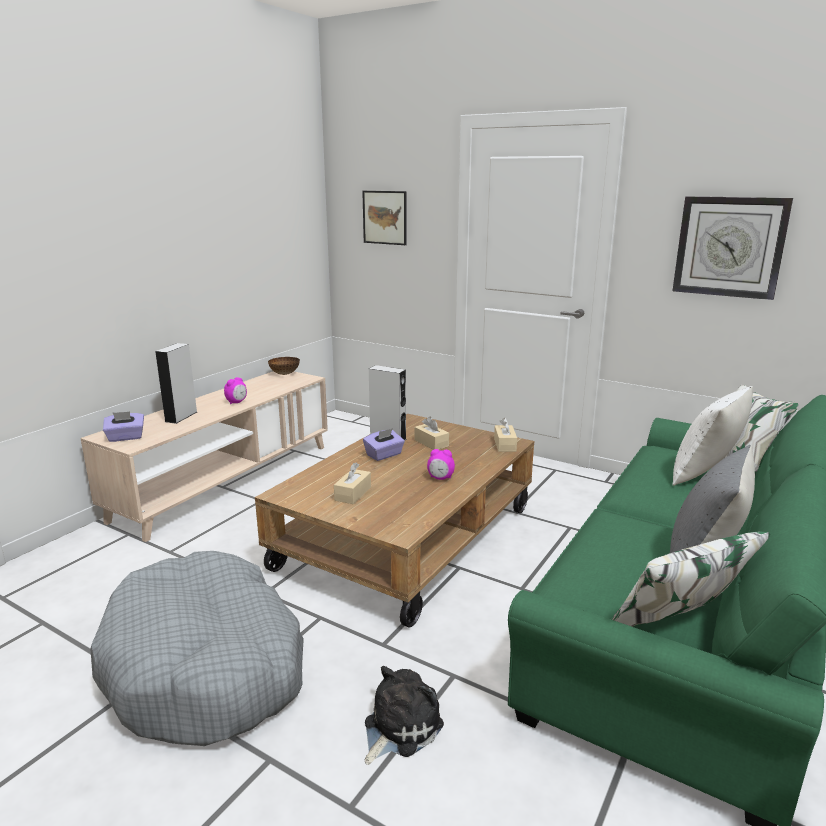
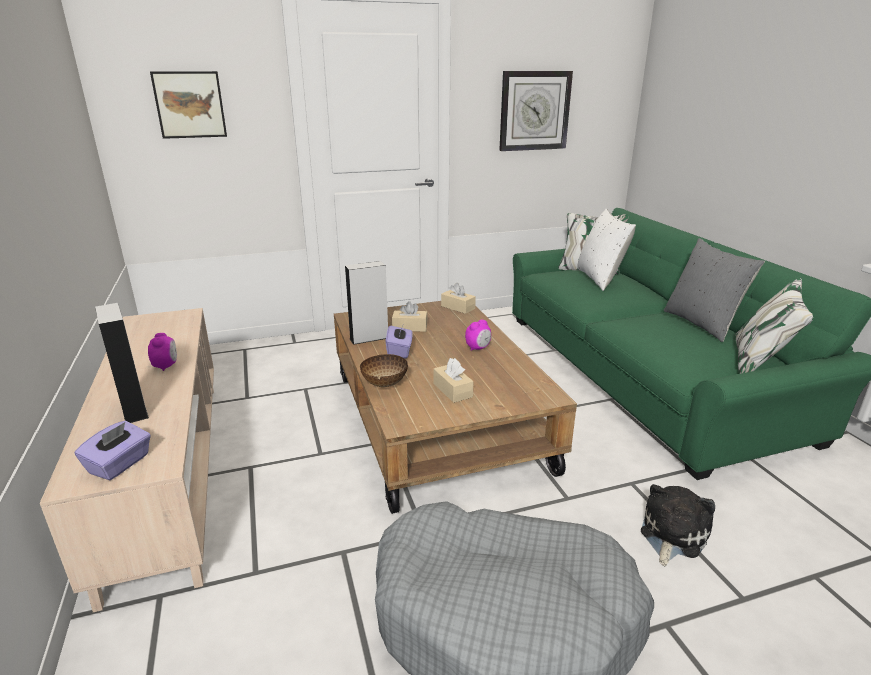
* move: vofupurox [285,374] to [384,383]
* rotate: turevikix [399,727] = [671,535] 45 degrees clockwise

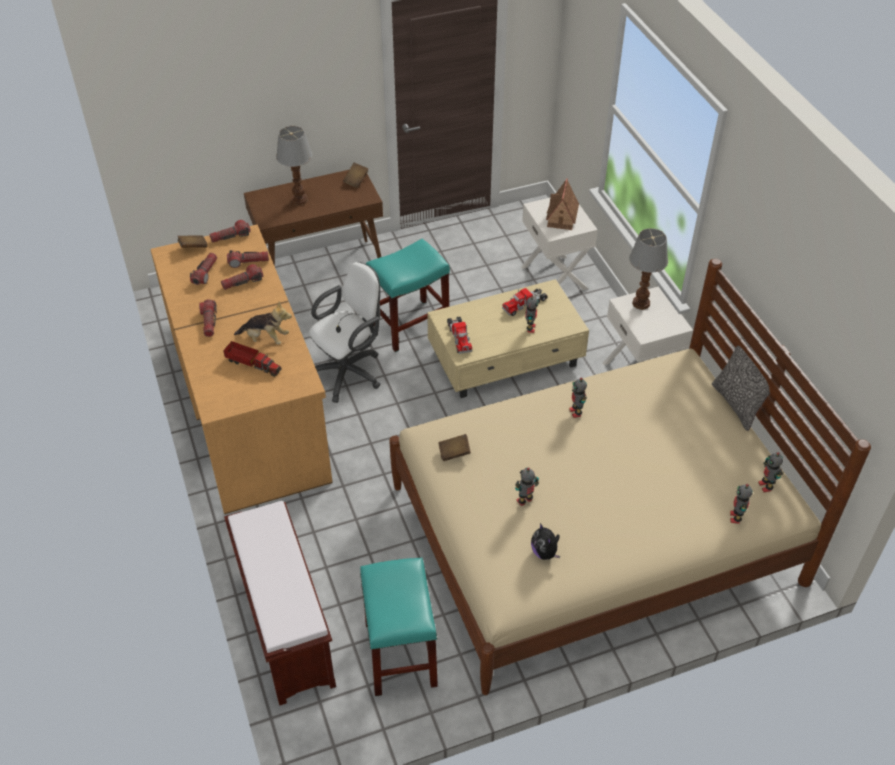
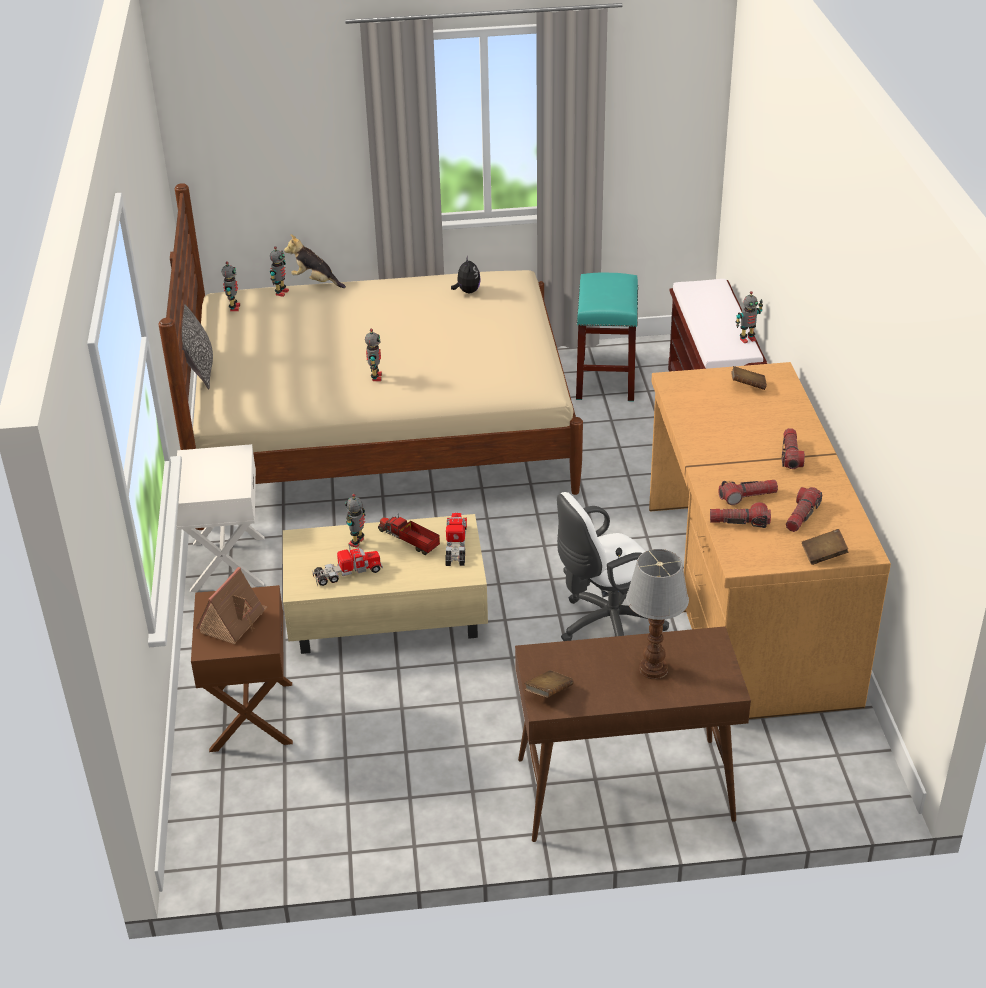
* delete: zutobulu [230,237]
* move: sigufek [252,364] to [409,541]
* move: turevikix [265,338] to [315,281]
* delete: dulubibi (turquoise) [410,325]
* move: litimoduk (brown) [454,452] to [748,386]
* move: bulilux [525,501] to [747,339]
* recolor: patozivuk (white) [555,277] to patozivuk (brown) [250,716]
* delete: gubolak [640,304]

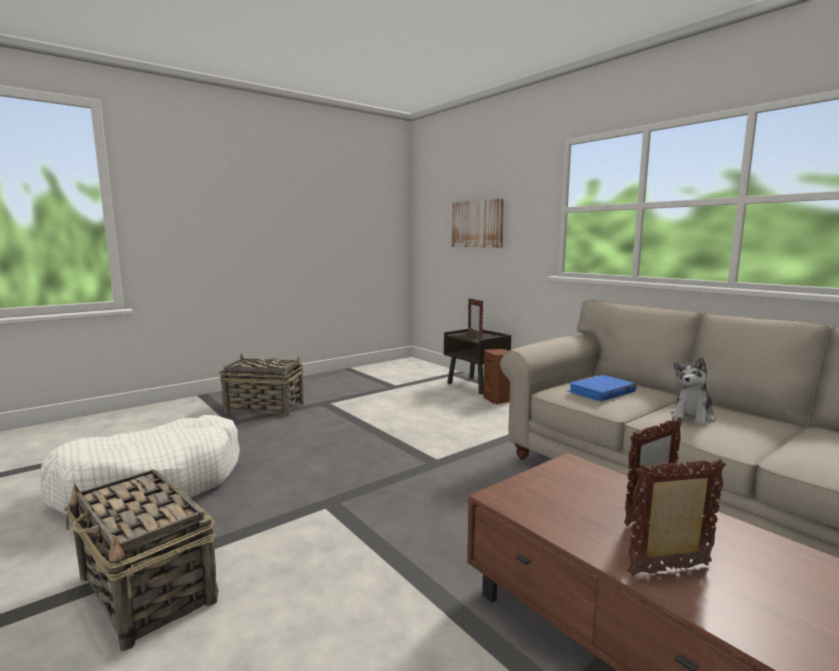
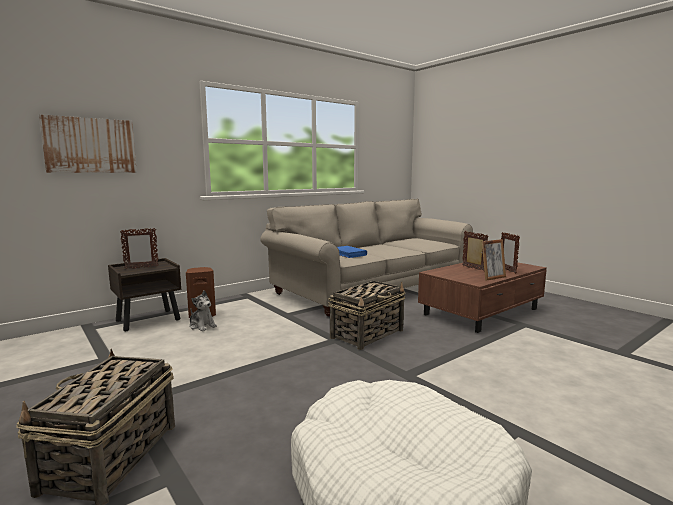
* move: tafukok [148,590] to [368,334]
* move: turevikix [692,417] to [202,326]
* insert: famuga [492,278]

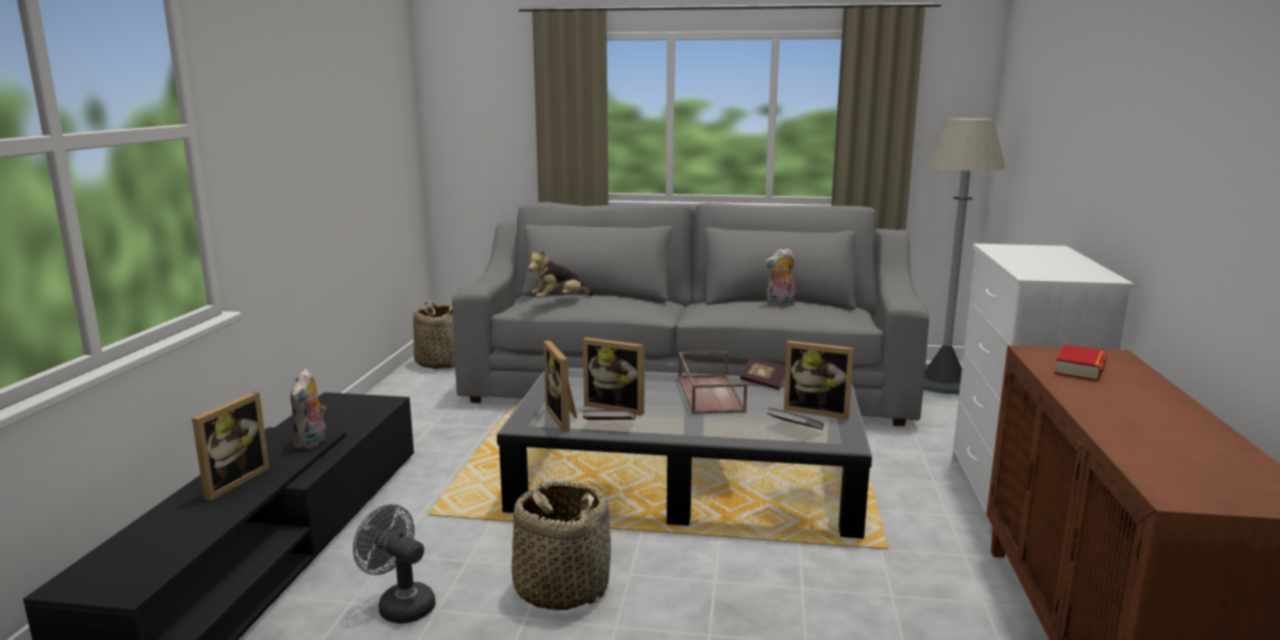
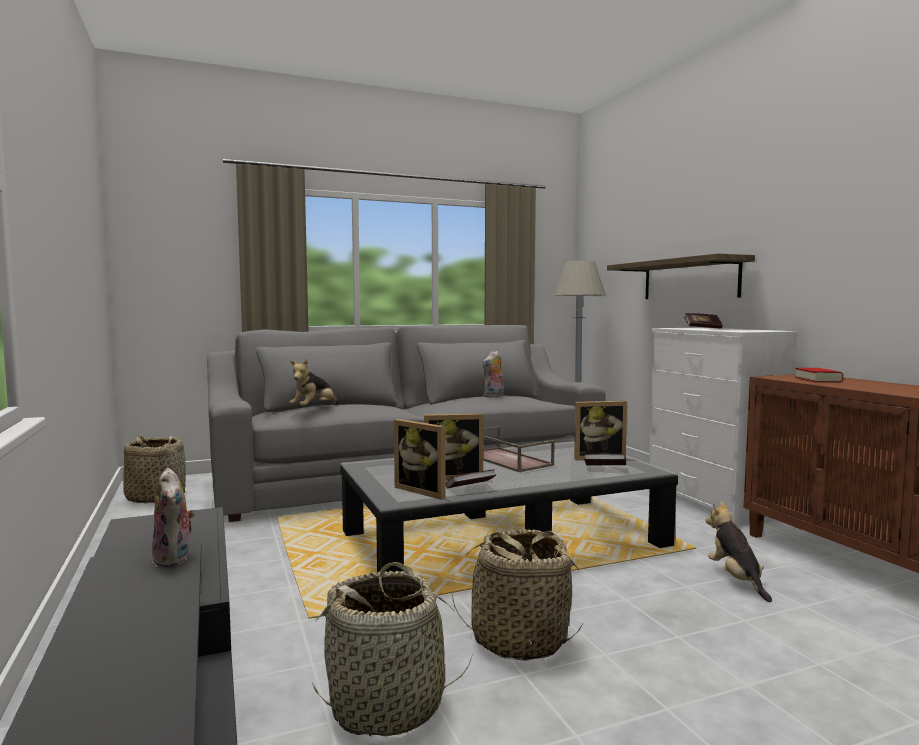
* delete: famuga [231,482]
* replace: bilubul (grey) [400,605] to tafukok [388,705]
* move: litimoduk [764,383] to [702,328]
* insert: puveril [689,279]
* insert: turevikix [736,579]

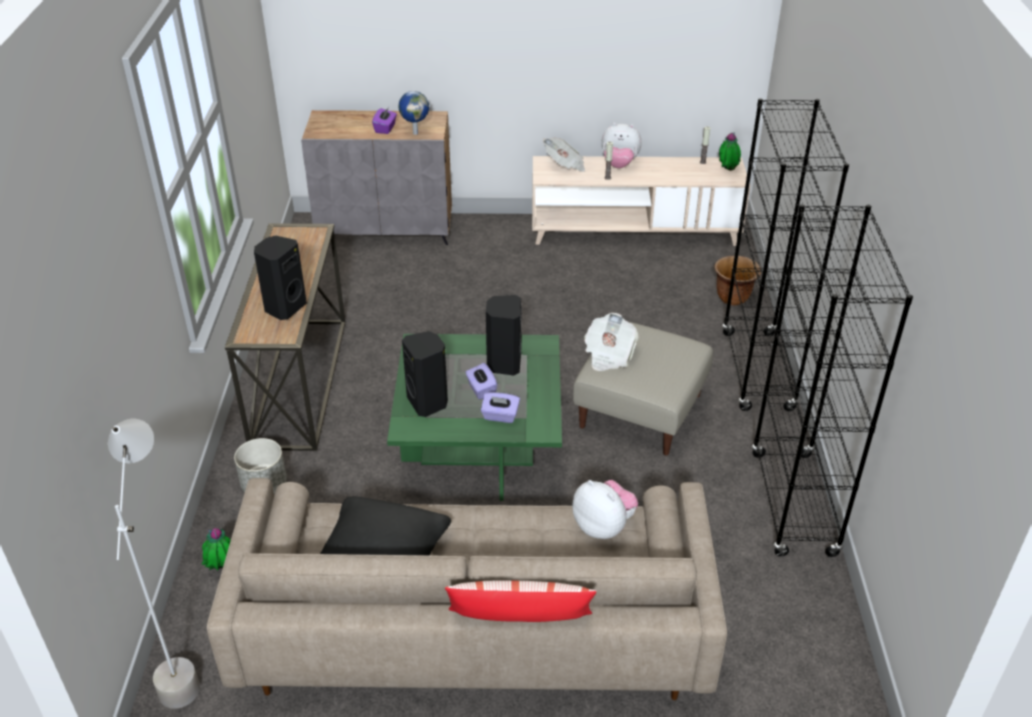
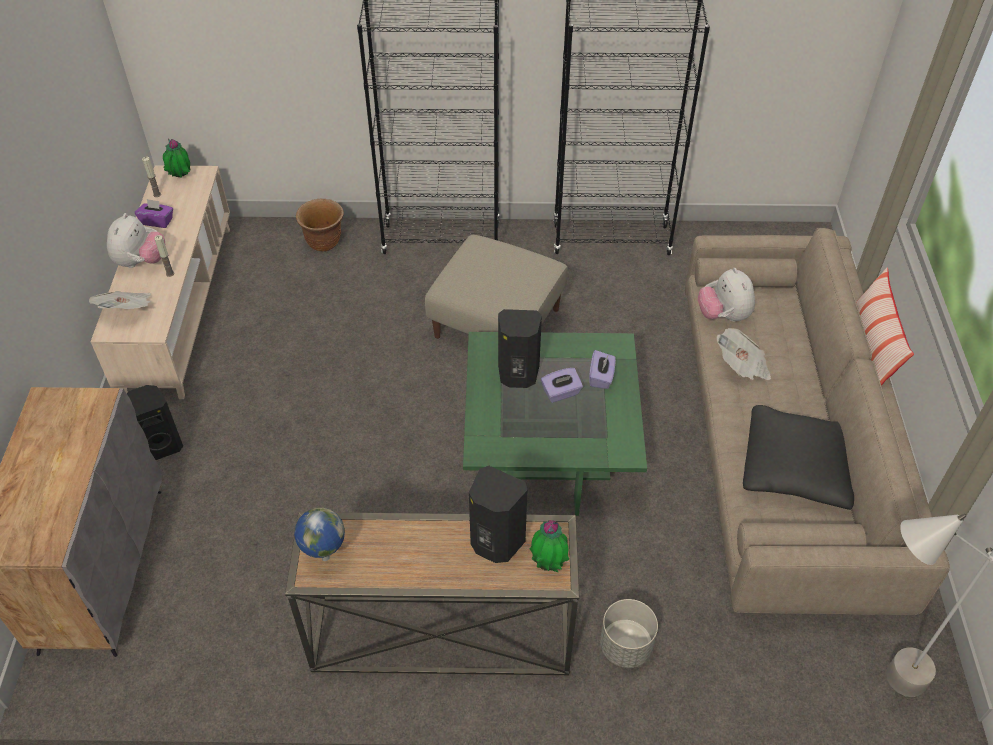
* move: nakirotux [221,568] to [548,564]
* move: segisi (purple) [385,128] to [157,221]
* move: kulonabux [415,133] to [324,557]
* move: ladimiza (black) [428,402] to [161,445]
* rotate: turevikix [603,526] = [723,316] 60 degrees counterclockwise
* move: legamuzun [608,355] to [742,366]

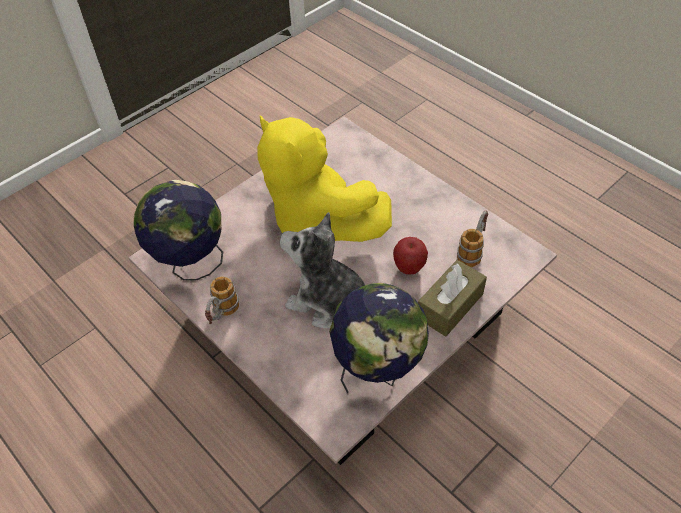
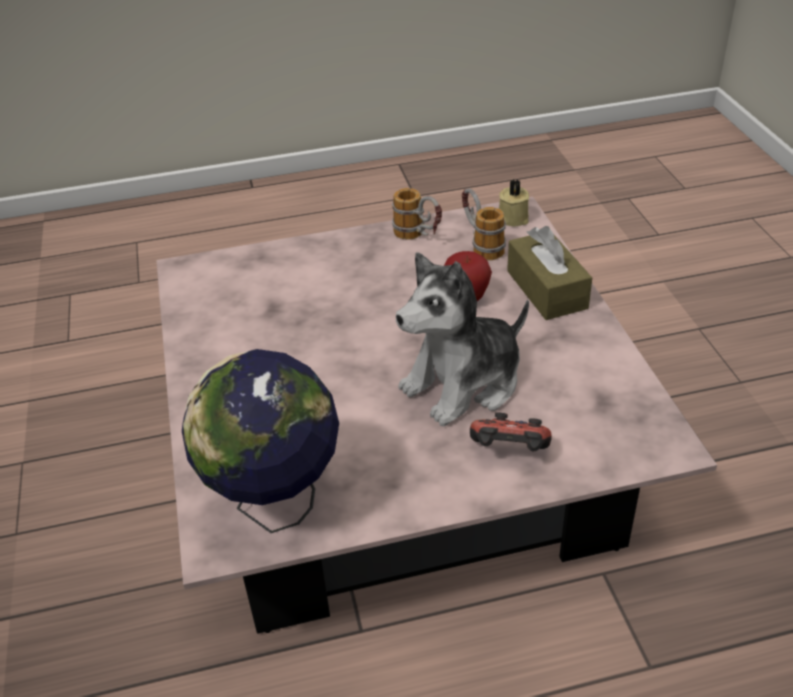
* move: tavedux [222,315] to [419,237]
* delete: turevikix (yellow) [317,222]
* delete: kulonabux [378,371]
* insert: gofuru [509,453]
* insert: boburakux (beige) [512,218]

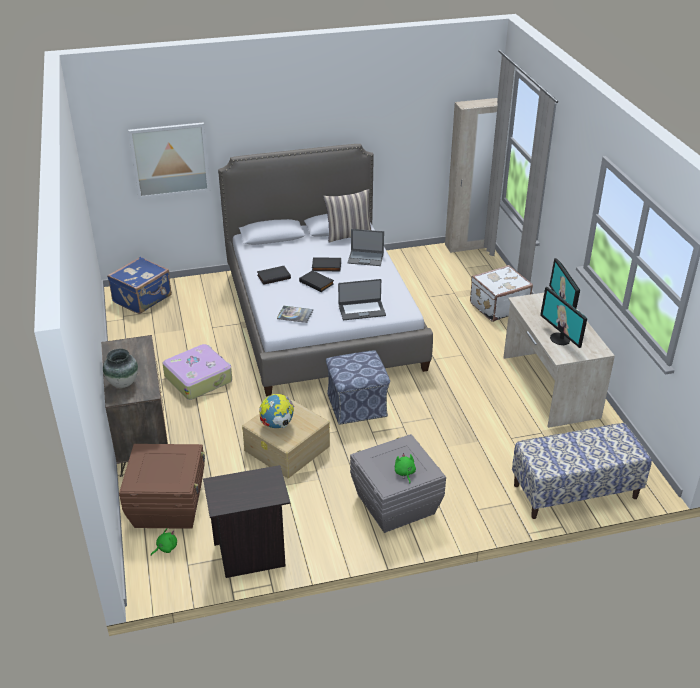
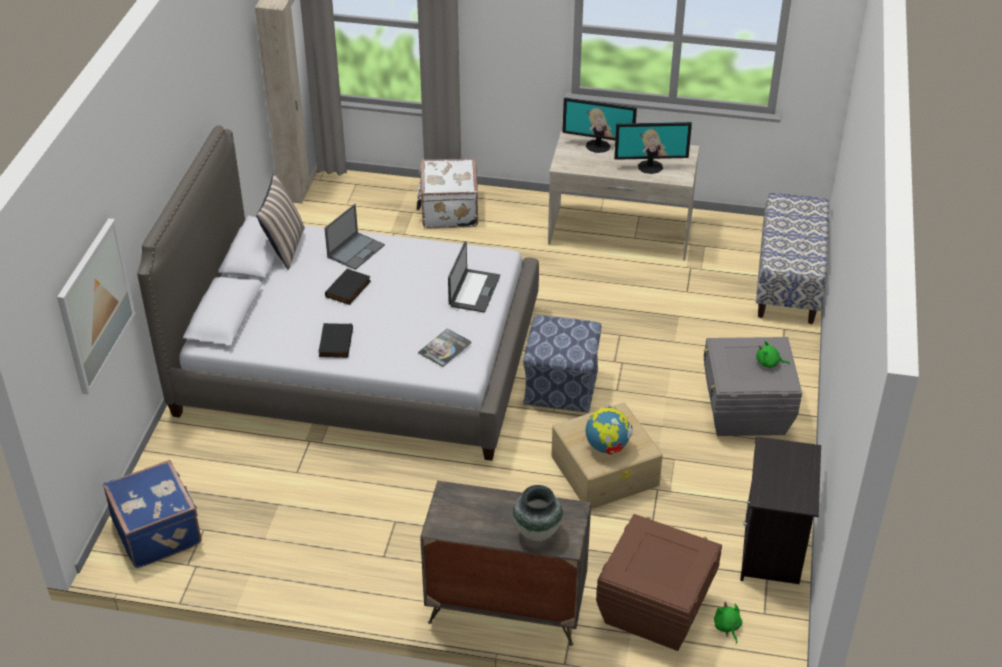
* delete: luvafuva [199,378]
* delete: litimoduk (black) [317,282]

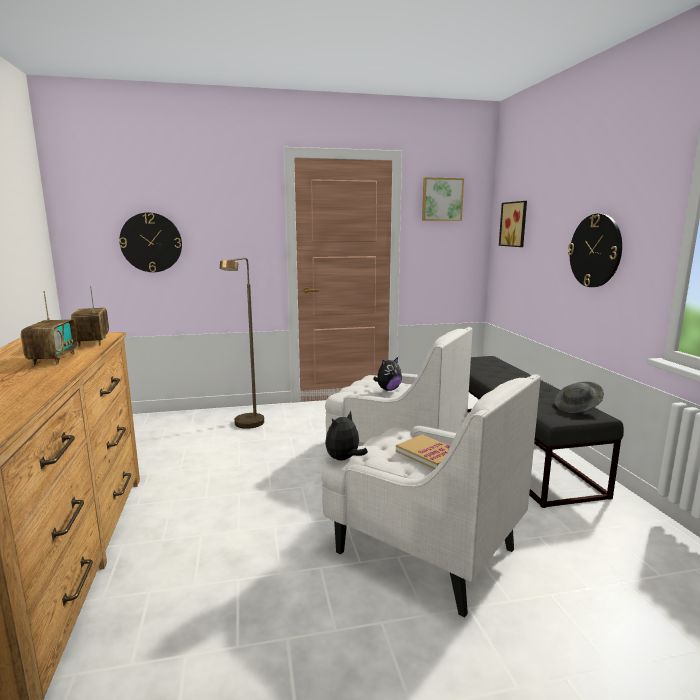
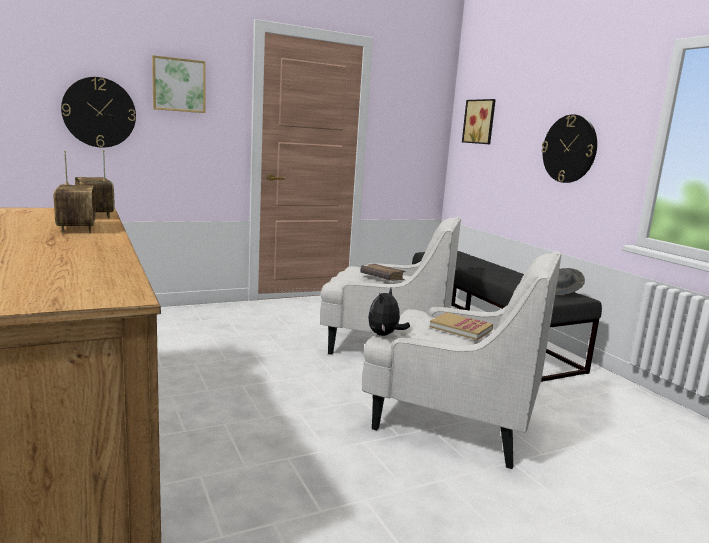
* delete: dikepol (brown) [247,426]
* replace: turevikix [388,389] to litimoduk (brown) [382,278]
* move: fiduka [441,199] to [178,85]

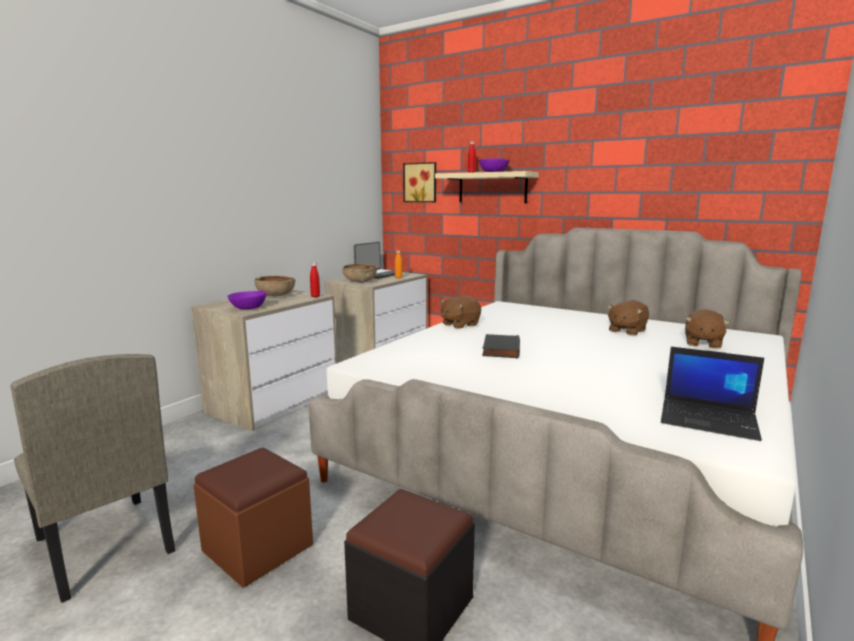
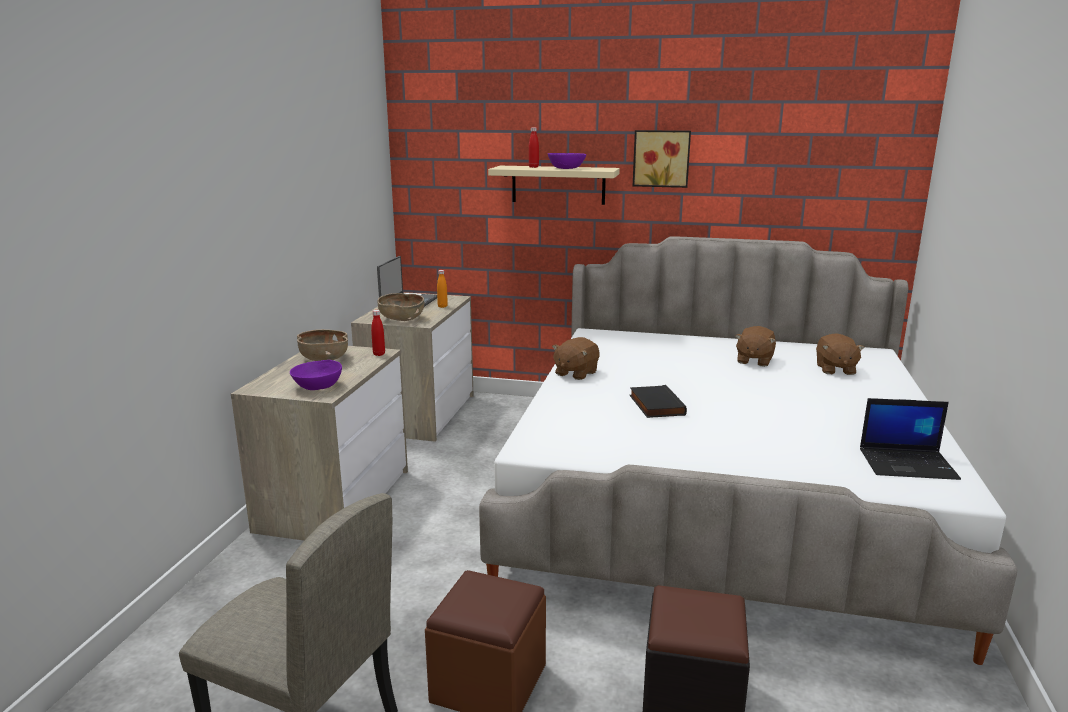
* move: fiduka [421,182] to [661,158]

